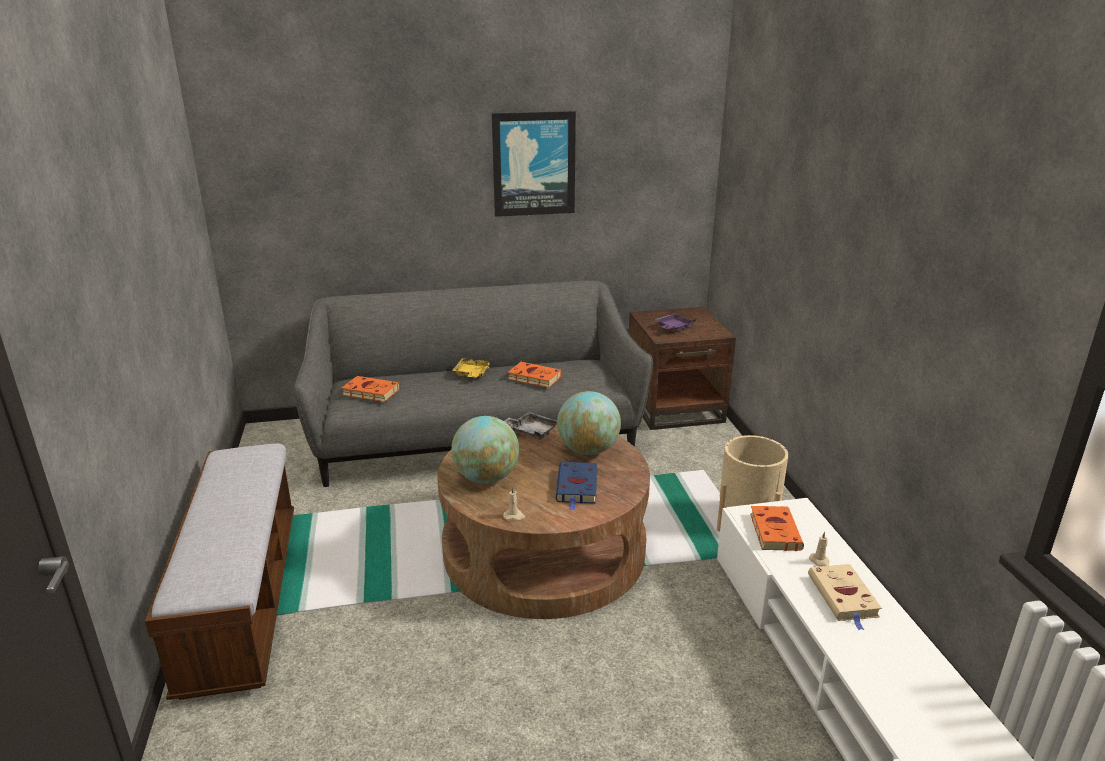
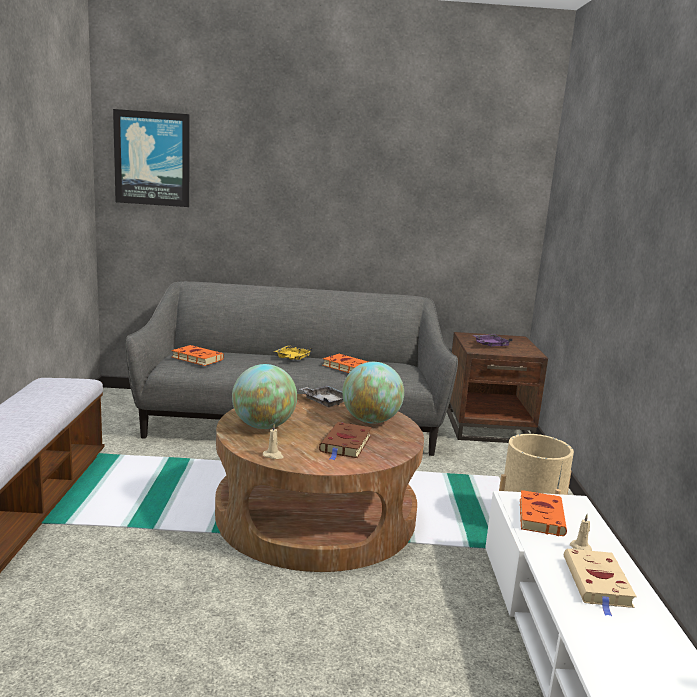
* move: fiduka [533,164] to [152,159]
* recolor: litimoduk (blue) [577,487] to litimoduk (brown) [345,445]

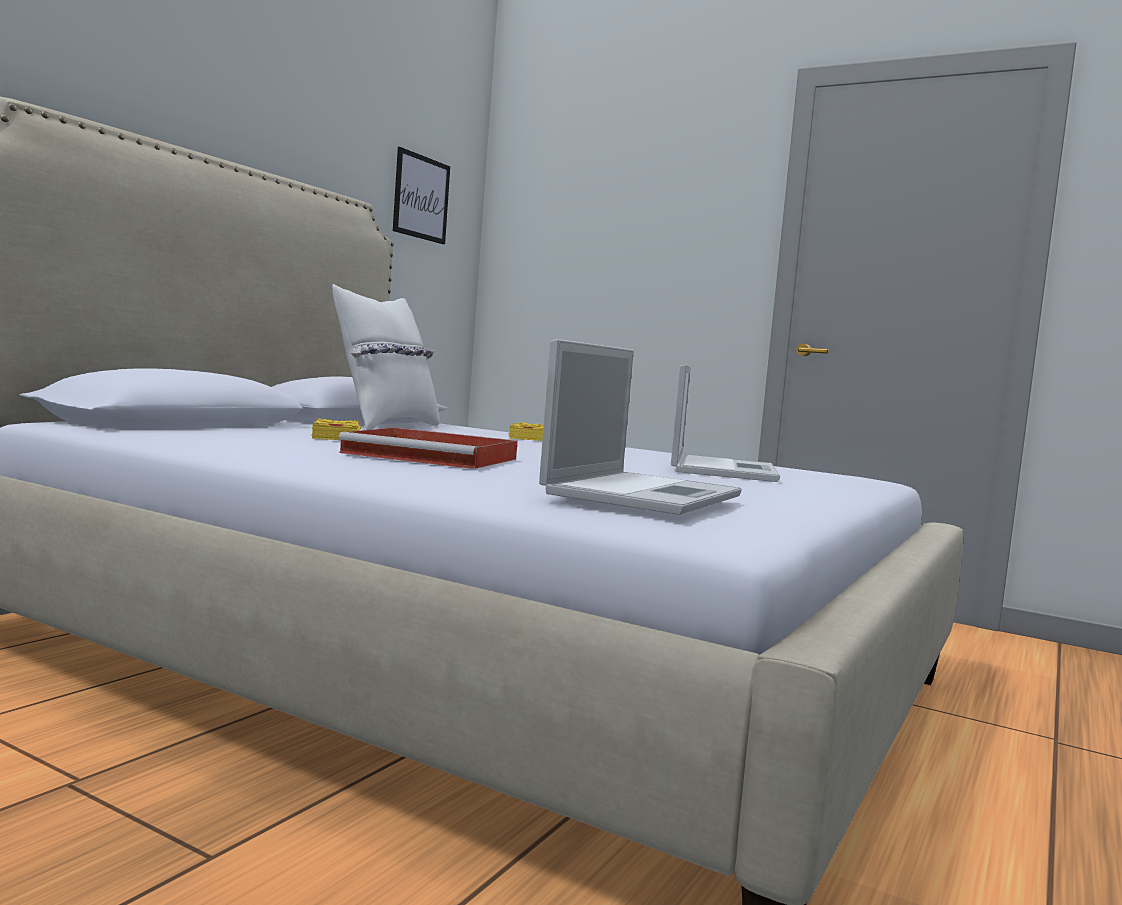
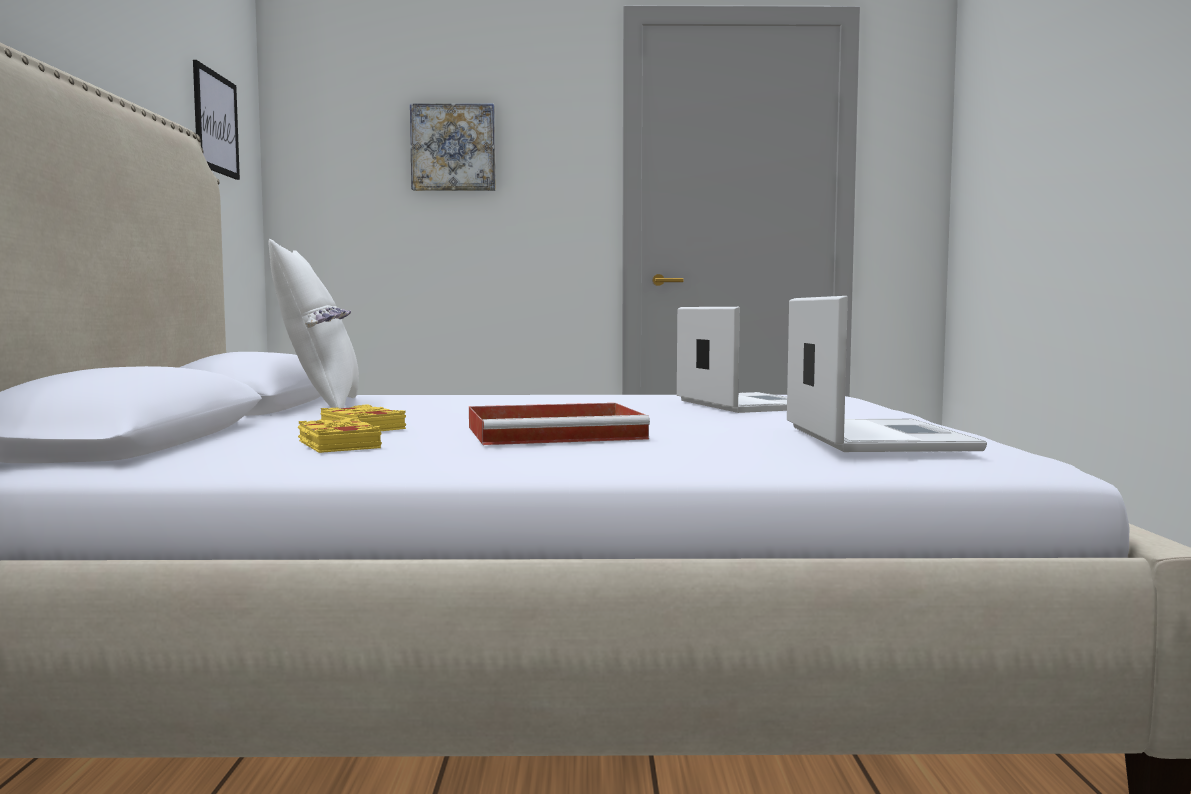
* move: litimoduk (yellow) [527,438] to [337,445]
* insert: fiduka [453,148]

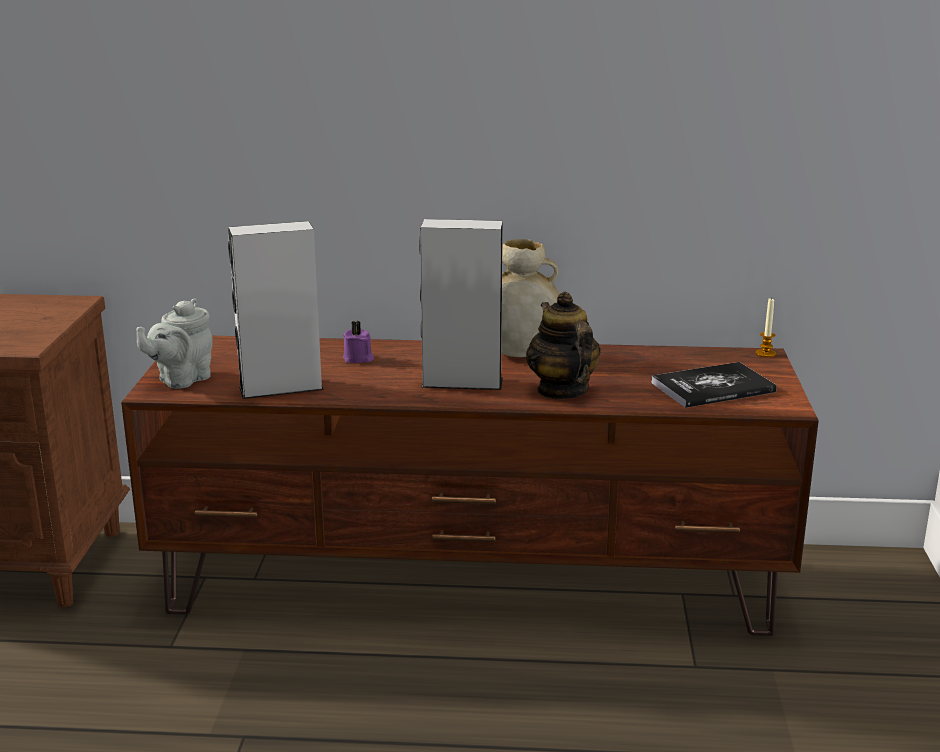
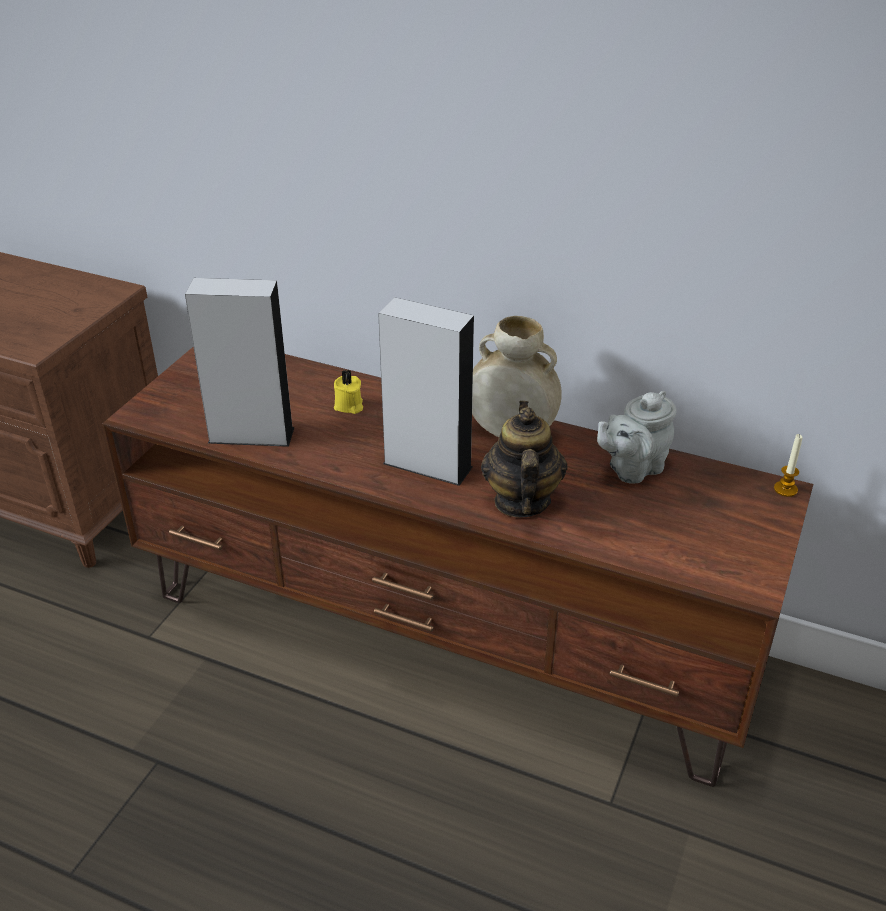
* move: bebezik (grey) [181,380] to [632,469]
* recolor: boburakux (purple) [358,359] to boburakux (yellow) [349,406]
* delete: litimoduk [713,387]

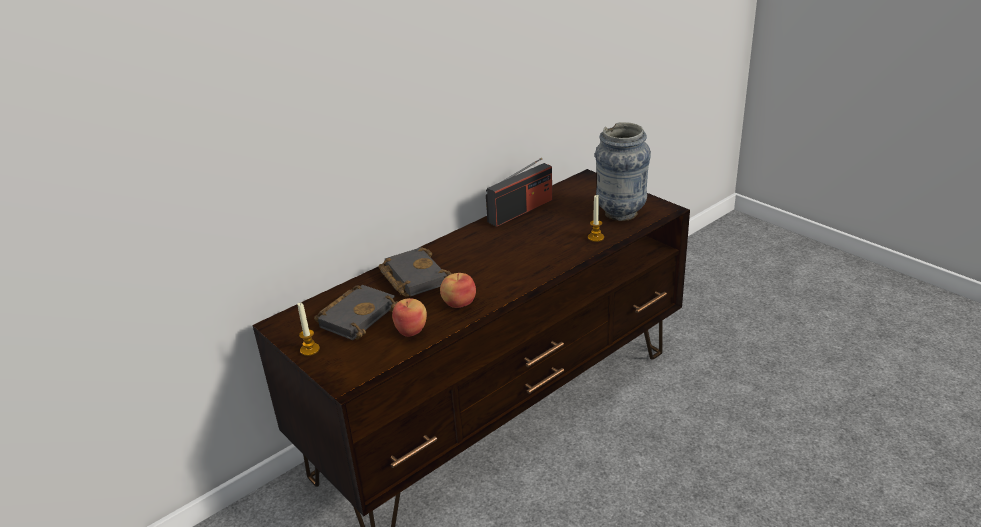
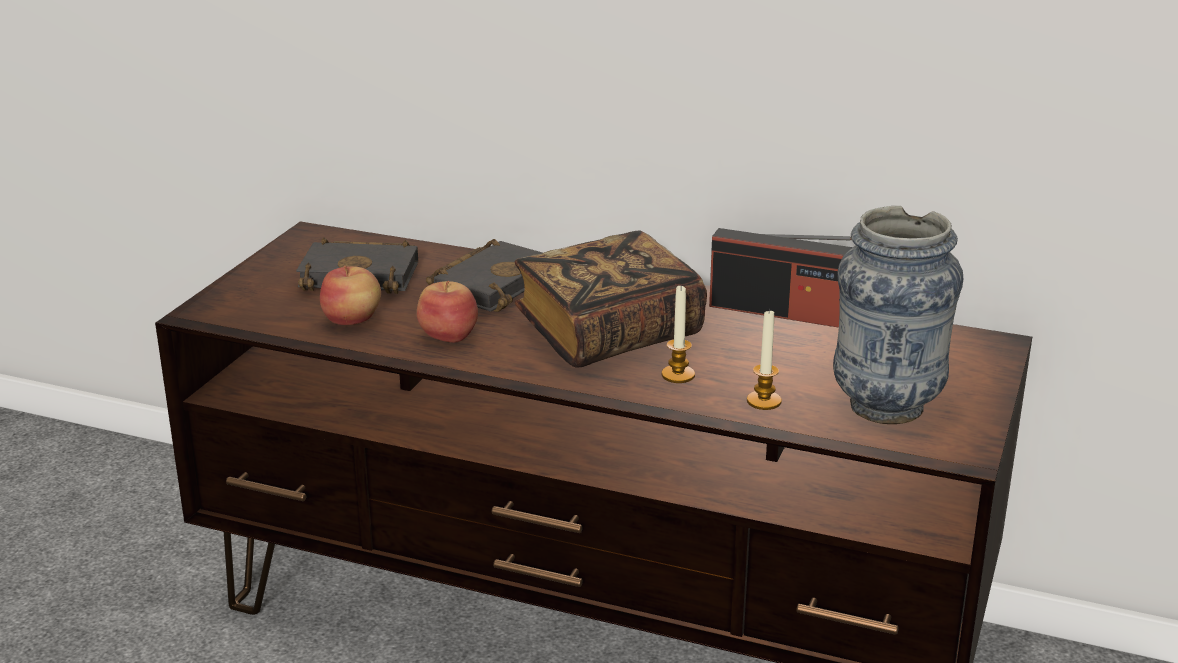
* move: boburakux [310,350] to [678,375]
* insert: litimoduk [608,333]

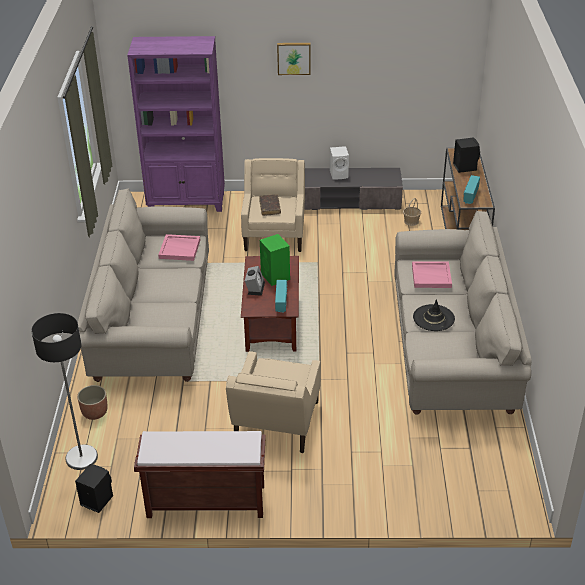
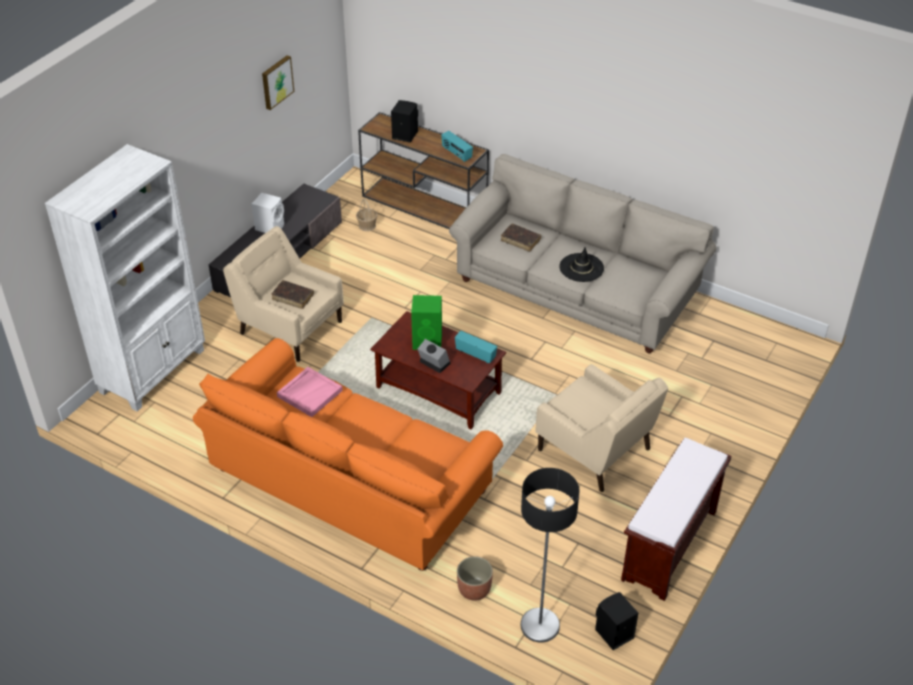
* recolor: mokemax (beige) [154,318] to mokemax (orange) [351,481]
* recolor: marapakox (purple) [187,202] to marapakox (white) [154,371]
* move: fiduka [294,58] to [276,82]
* replace: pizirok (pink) [431,276] to litimoduk (brown) [520,240]

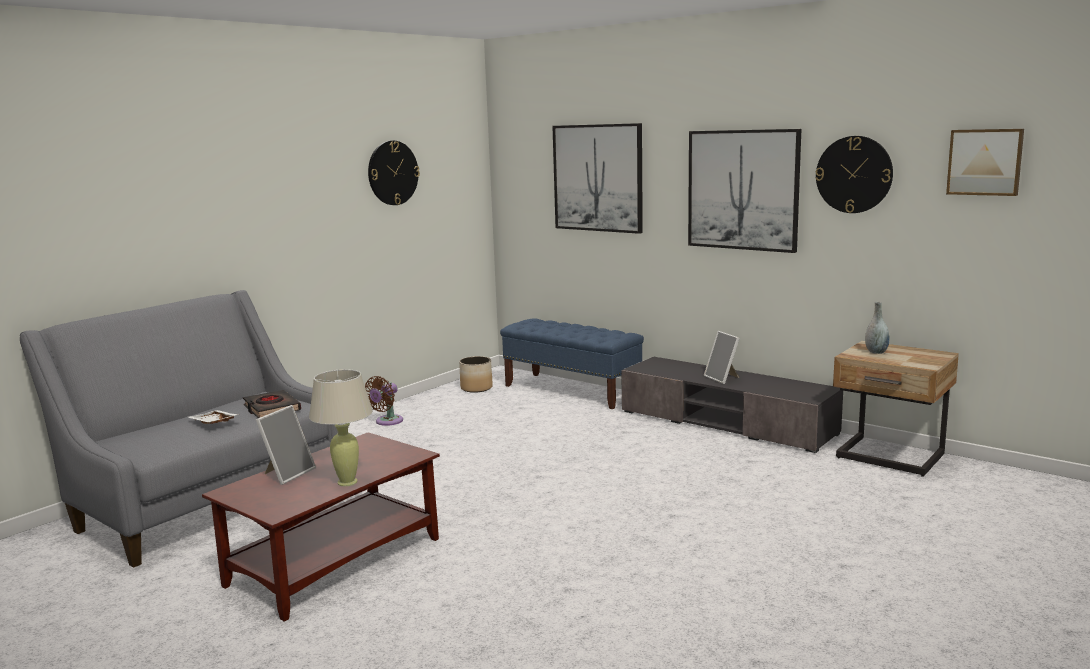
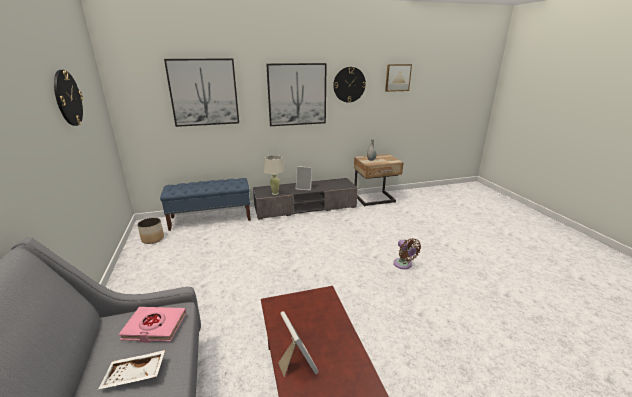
* recolor: litimoduk (black) [271,408] to litimoduk (pink) [154,327]
* move: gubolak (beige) [347,482] to [275,193]
* move: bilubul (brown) [387,422] to [403,265]

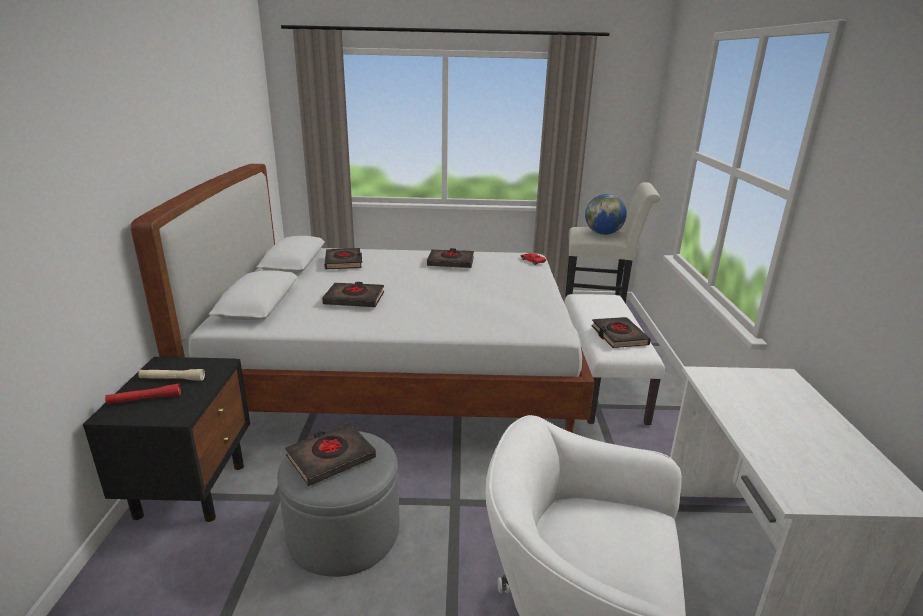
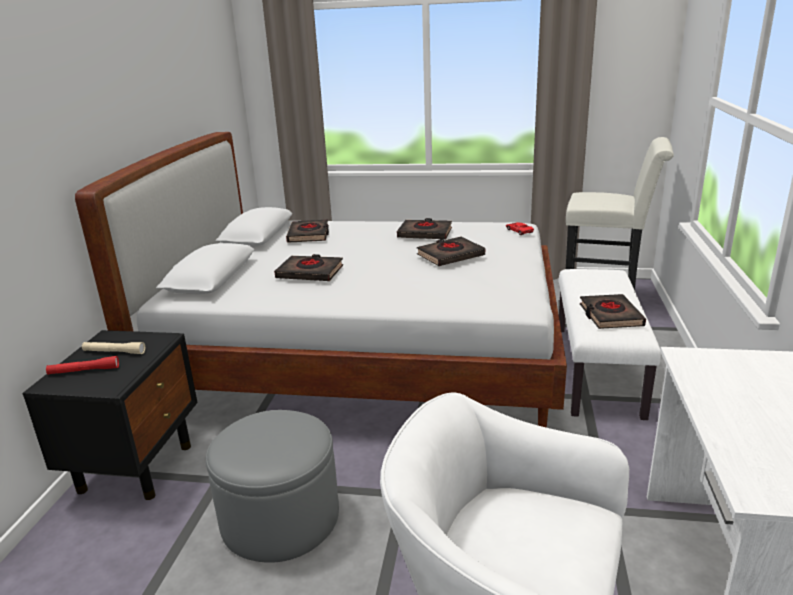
* move: litimoduk (black) [330,458] to [450,256]
* delete: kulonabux [603,233]

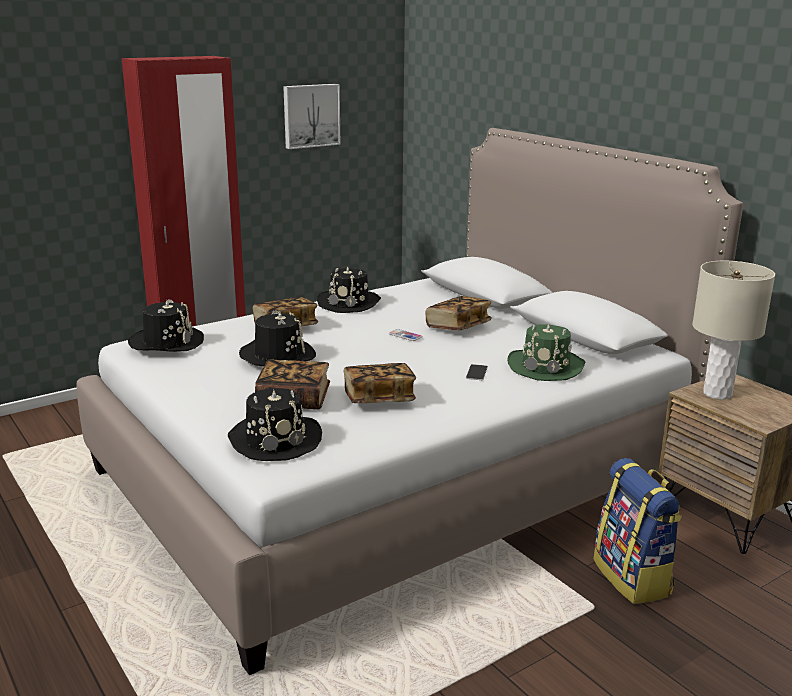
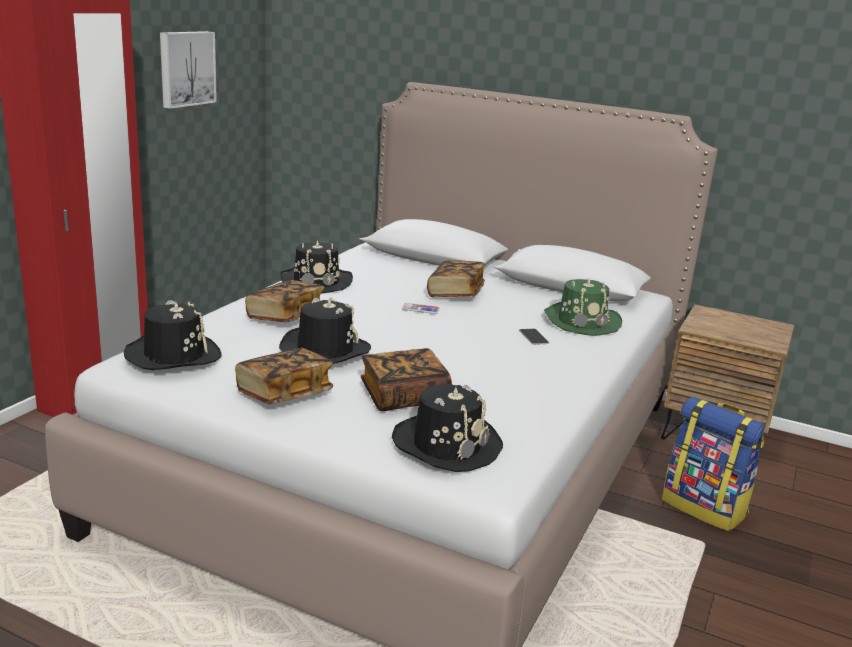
* move: litimoduk [379,399] to [284,394]
* delete: gubolak (beige) [717,393]

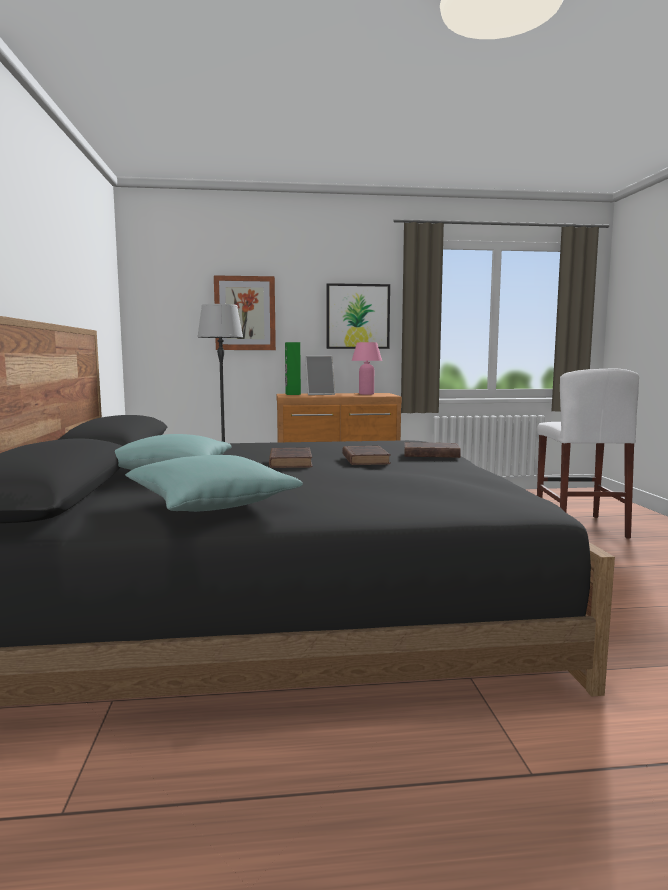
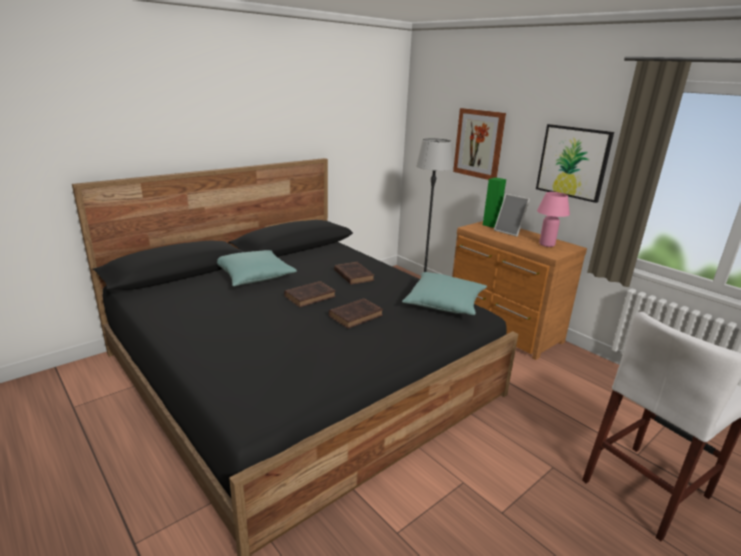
* move: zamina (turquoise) [212,504] to [444,304]
* move: litimoduk (brown) [429,454] to [353,275]

